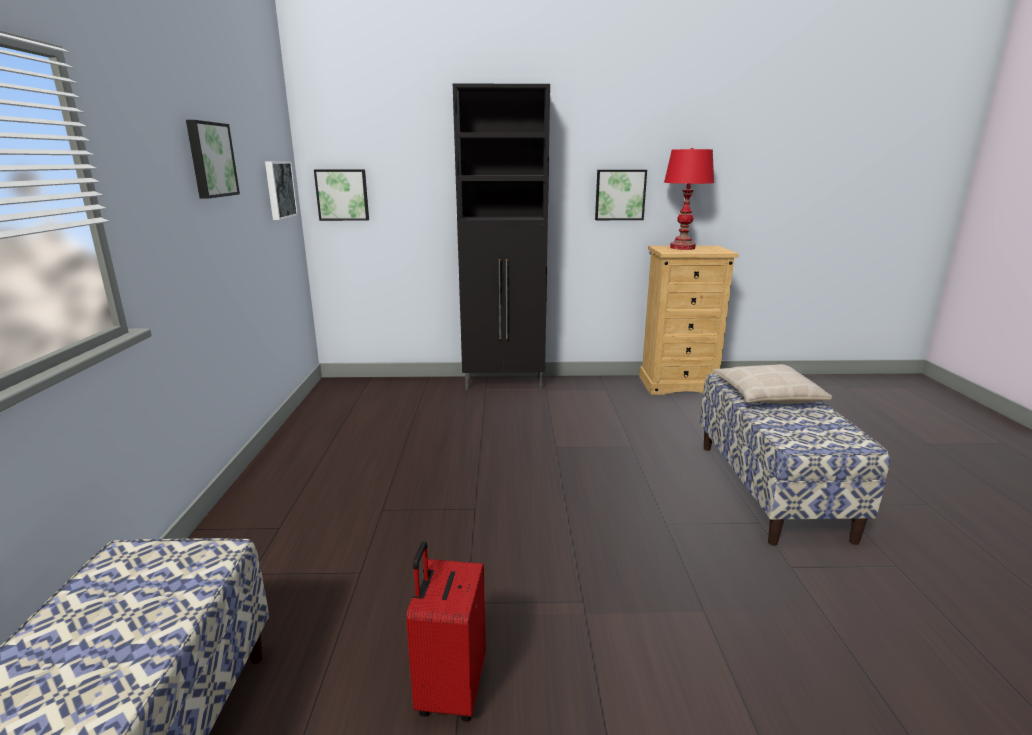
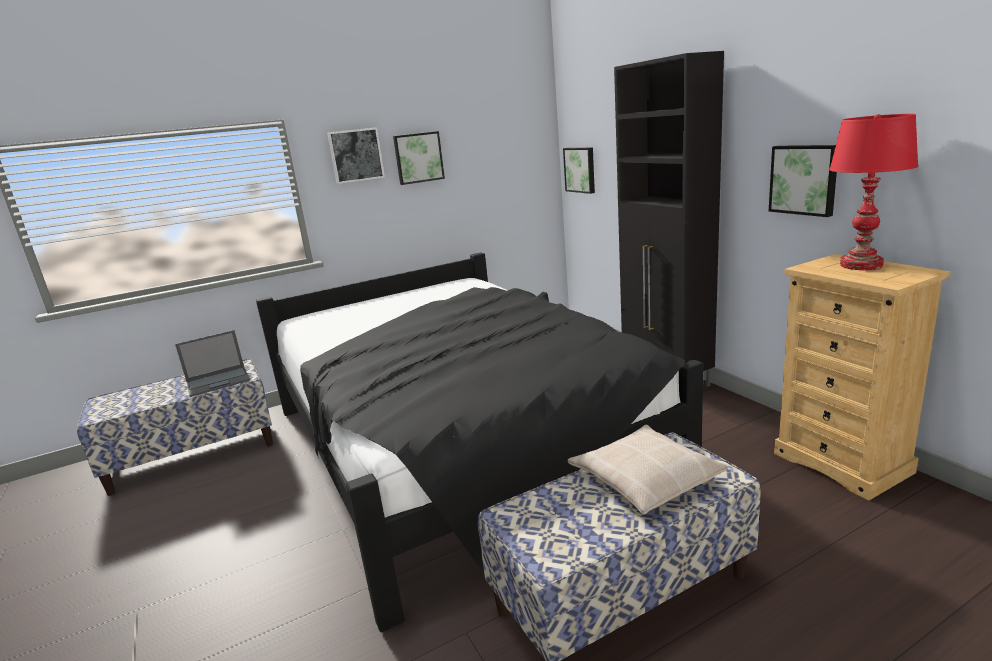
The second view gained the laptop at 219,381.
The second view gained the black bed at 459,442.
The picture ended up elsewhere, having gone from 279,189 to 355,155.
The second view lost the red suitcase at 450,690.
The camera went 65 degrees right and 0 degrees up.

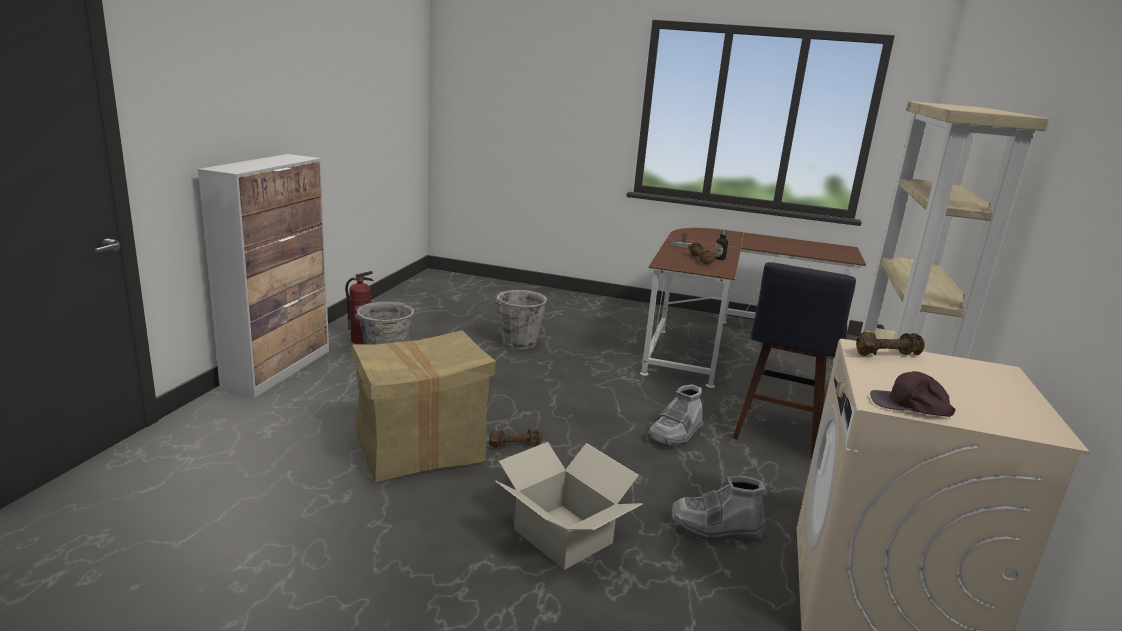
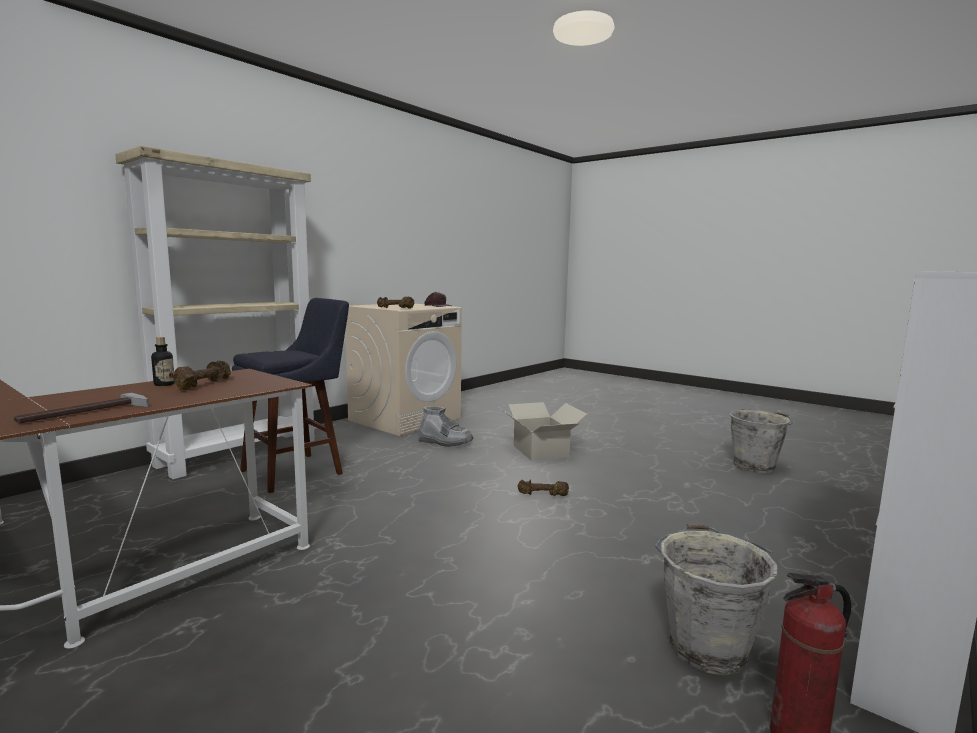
The grey bucket ended up elsewhere, having gone from 518,343 to 755,466.
The second view lost the cardboard box at 420,448.
The second view lost the grey boot at 675,435.
The camera went 155 degrees left and 10 degrees down.

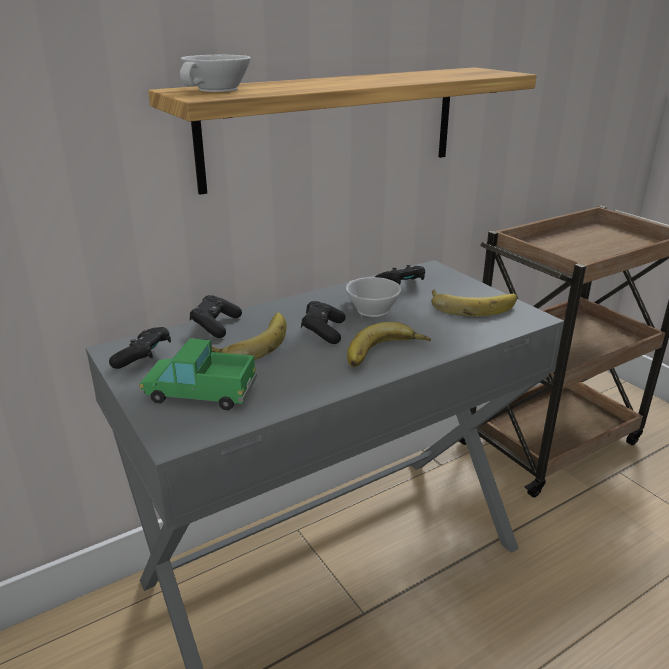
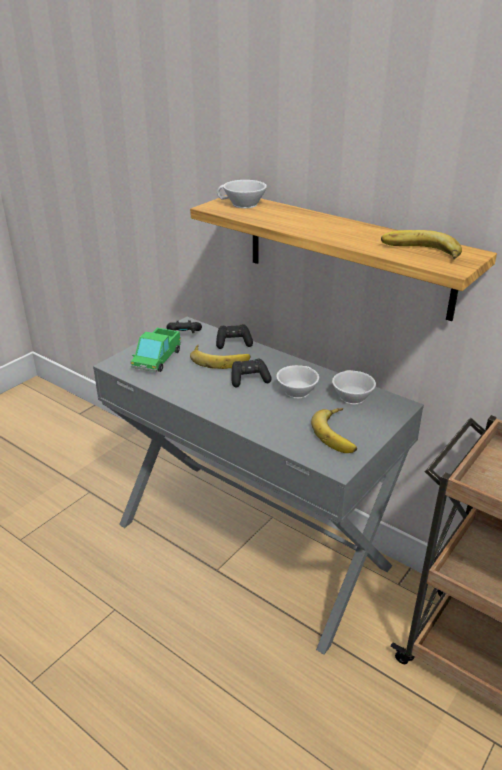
The toy truck at 200,392 ended up facing another way, 150 degrees counterclockwise from before.
Where the black game controller stood at 401,286, the white cup came to stand at 350,396.
The banana ended up elsewhere, having gone from 386,354 to 420,252.
The camera went 70 degrees right and 5 degrees up.

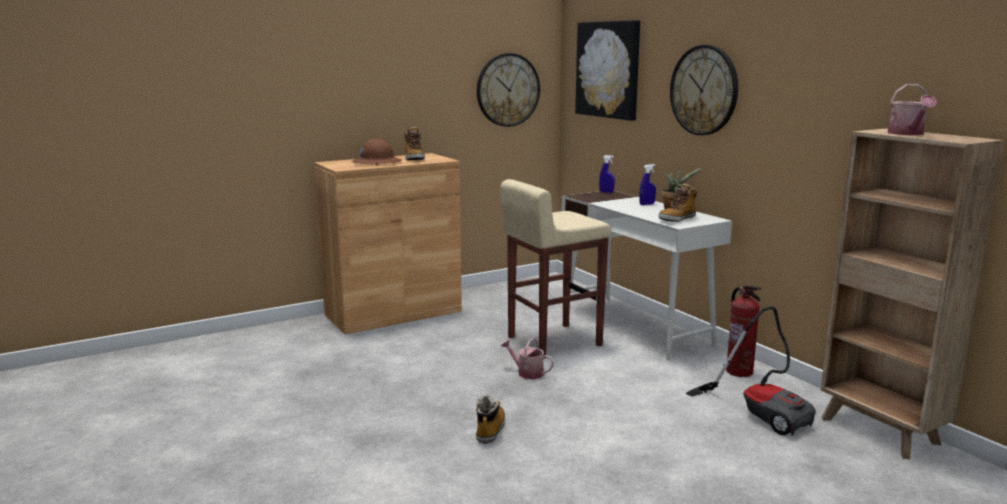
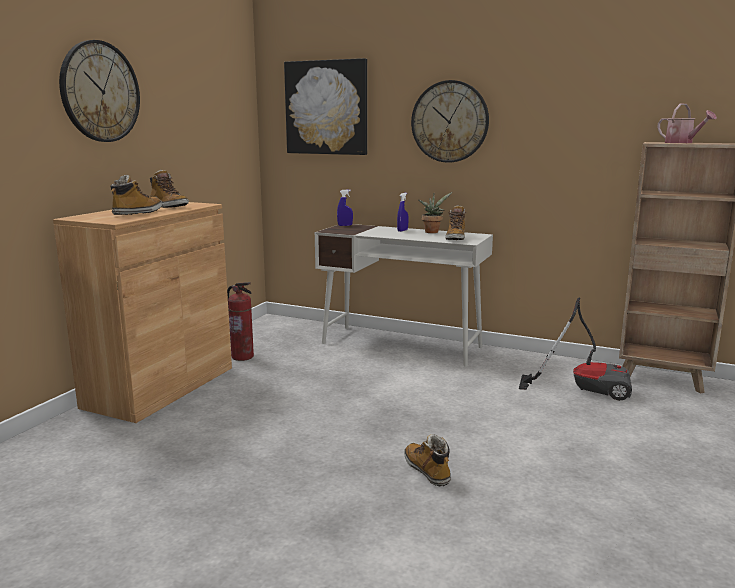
The wall clock ended up elsewhere, having gone from 508,90 to 100,92.
Where the brown hard hat stood at 377,162, the boot came to stand at 138,213.
The fire extinguisher ended up elsewhere, having gone from 740,371 to 243,356.
The second view lost the beige stool at 552,341.
The second view lost the watering can at 527,372.
The camera went 35 degrees left and 0 degrees up.

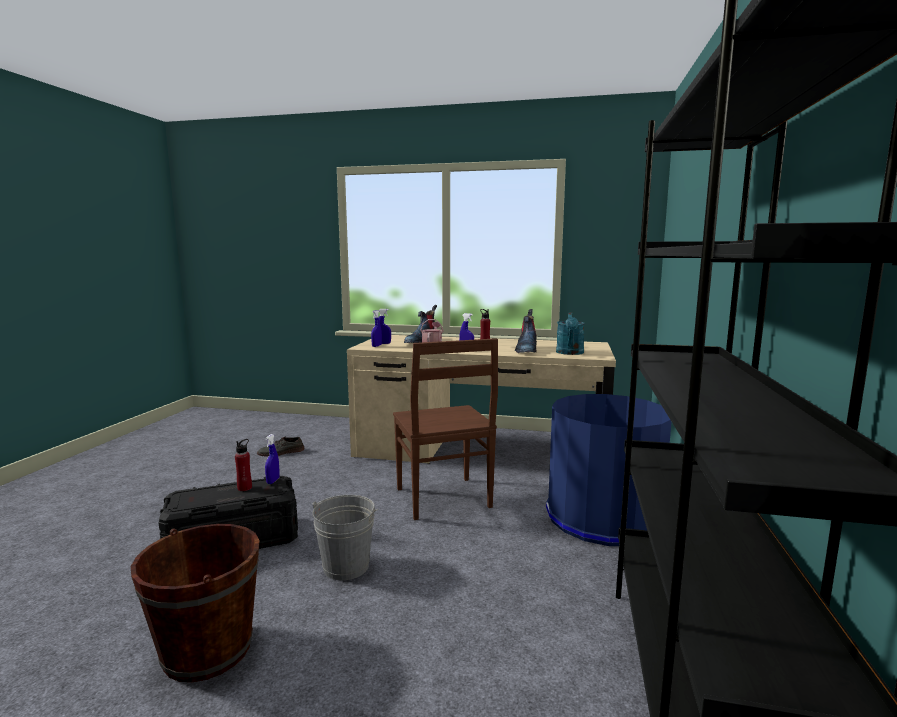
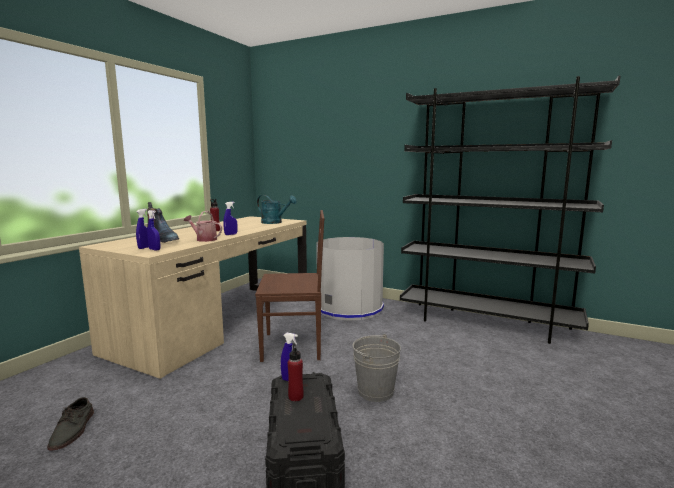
What was the blue trash can at 604,516 turned into the grey trash can at 349,308.
The second view lost the brown bucket at 207,650.
The second view lost the boot at 526,350.
The camera went 75 degrees left and 0 degrees up.

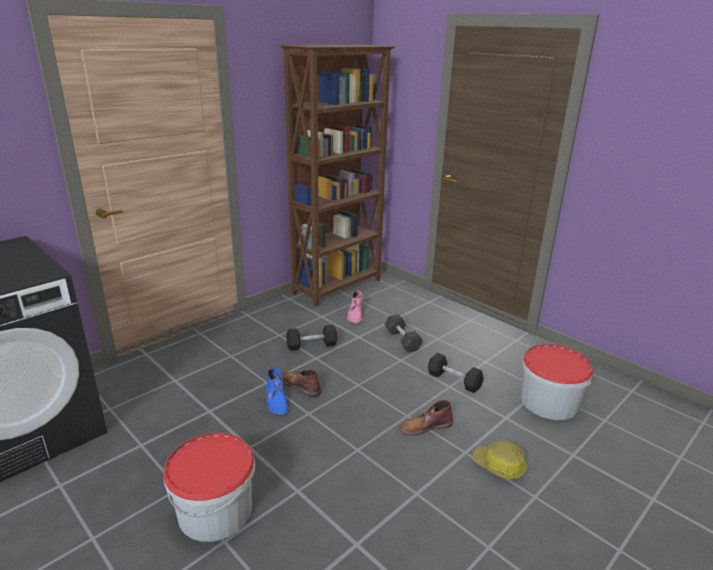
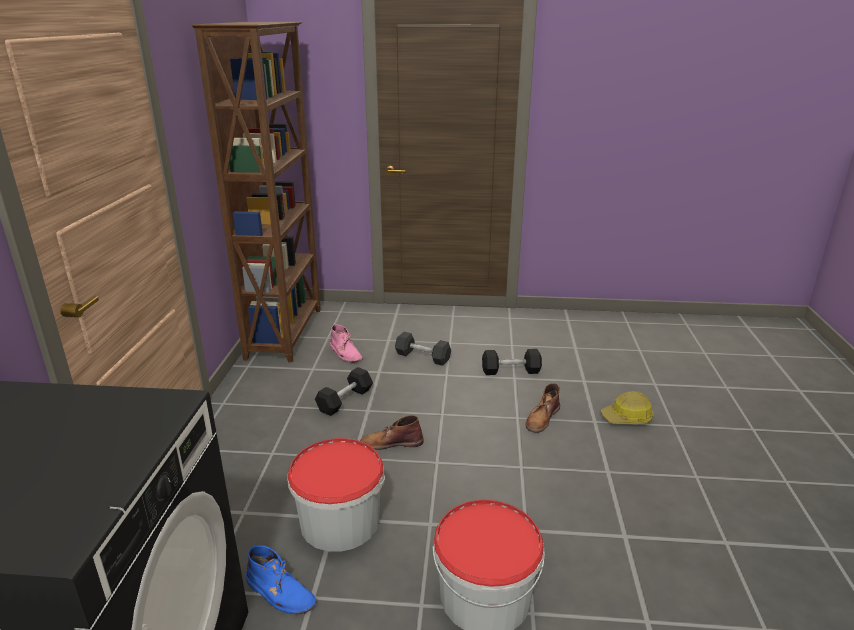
The blue boot ended up elsewhere, having gone from 276,401 to 280,592.
The bucket ended up elsewhere, having gone from 549,402 to 340,521.
The camera went 40 degrees left and 0 degrees up.

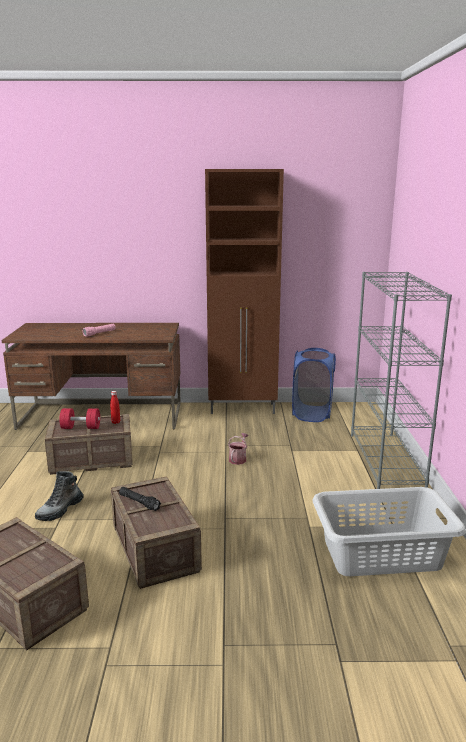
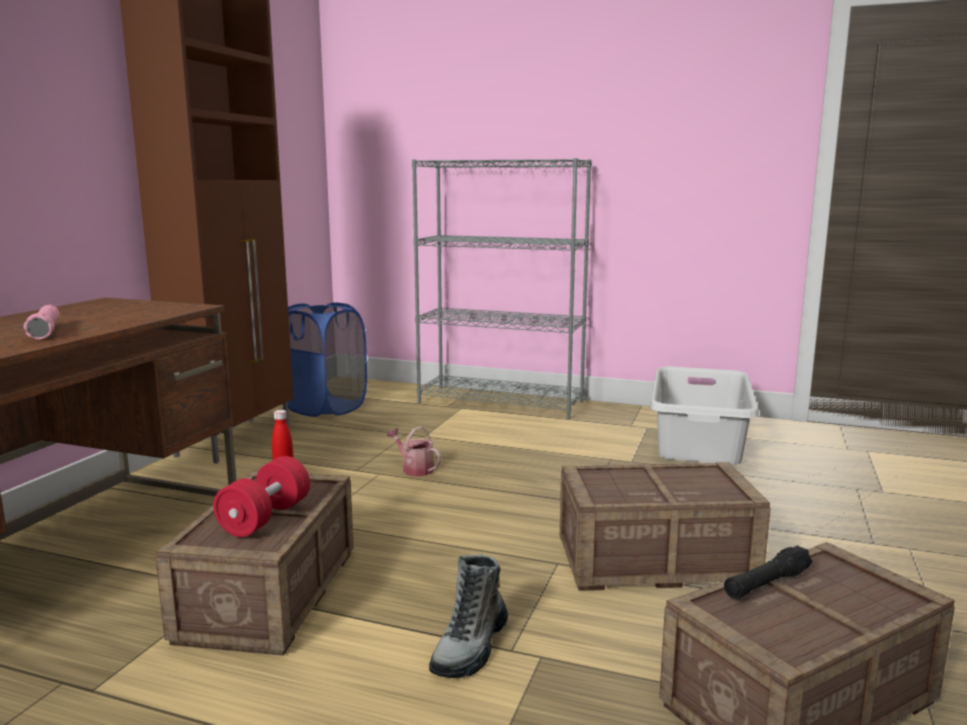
The boot at 60,510 ended up facing another way, 60 degrees clockwise from before.
The black flashlight ended up elsewhere, having gone from 139,502 to 766,584.
The camera went 70 degrees left and 5 degrees down.

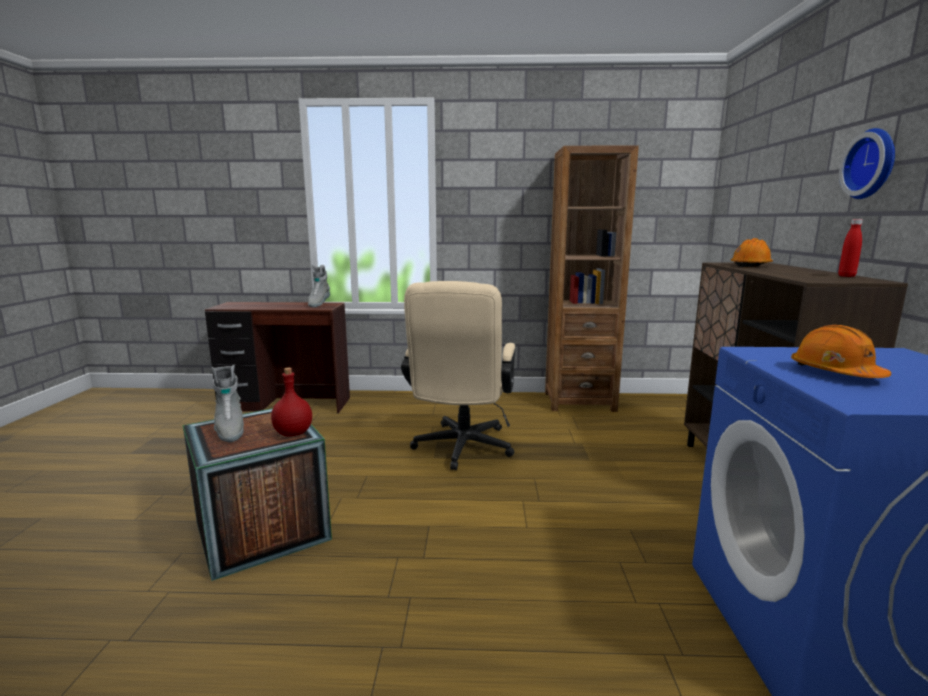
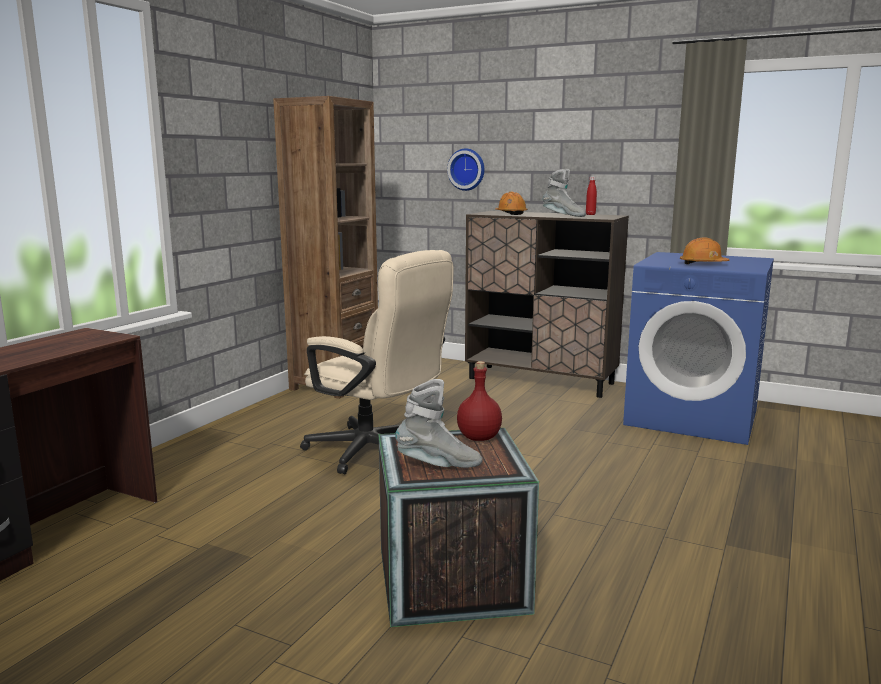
The wall clock ended up elsewhere, having gone from 872,164 to 467,169.
The grey boot ended up elsewhere, having gone from 318,304 to 563,216.
The camera went 65 degrees left and 0 degrees up.

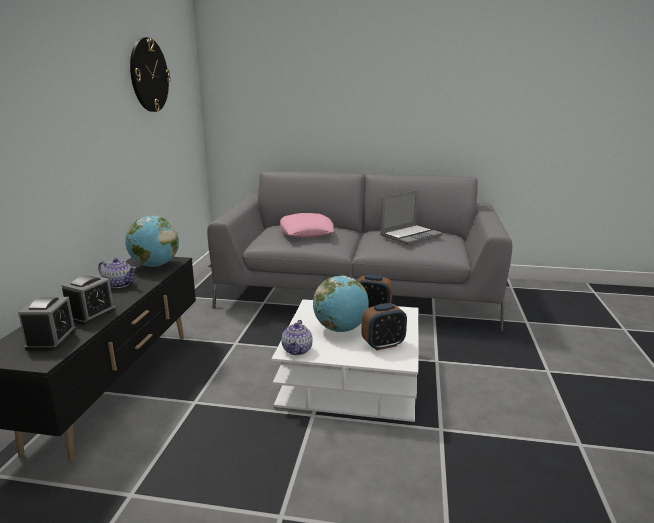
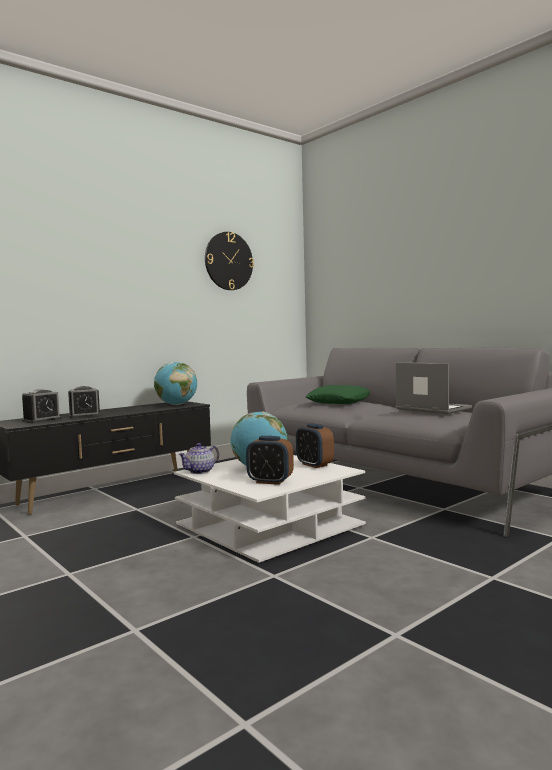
What was the pink pillow at 306,231 turned into the green pillow at 338,402.
The laptop at 411,235 ended up facing another way, 135 degrees counterclockwise from before.
The second view lost the teapot at 119,284.
The camera went 40 degrees right and 15 degrees down.

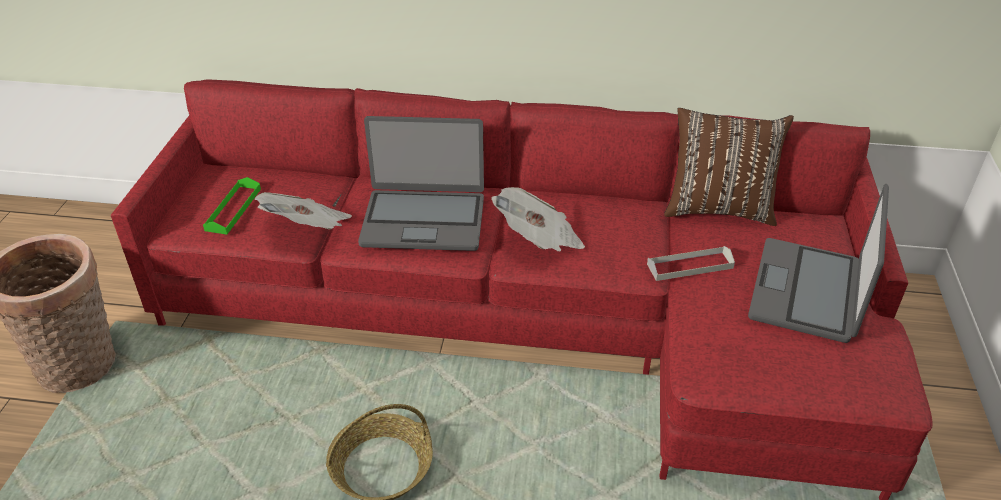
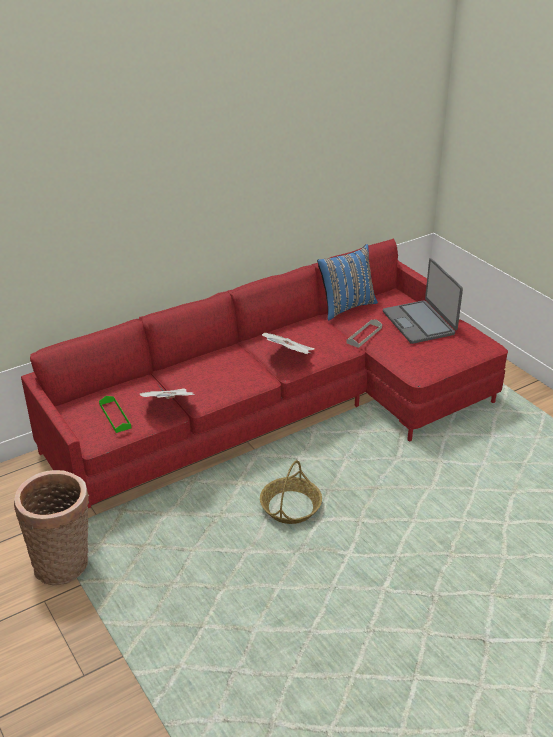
What was the brown pillow at 718,208 turned into the blue pillow at 346,306.
The second view lost the laptop at 423,220.
The camera went 40 degrees left and 5 degrees down.

